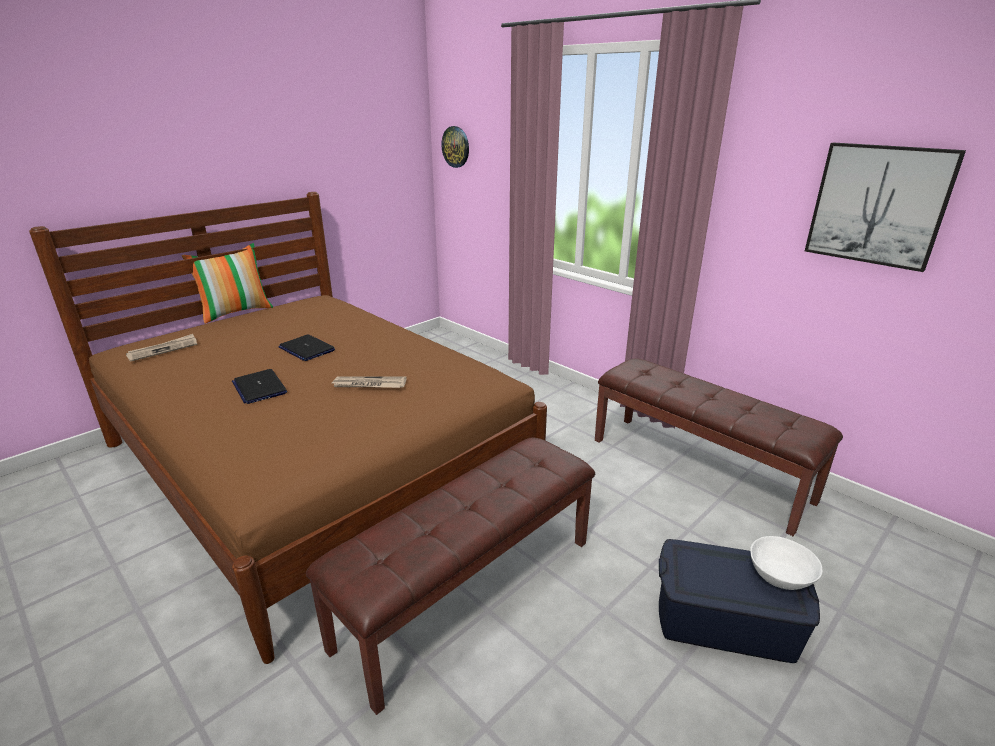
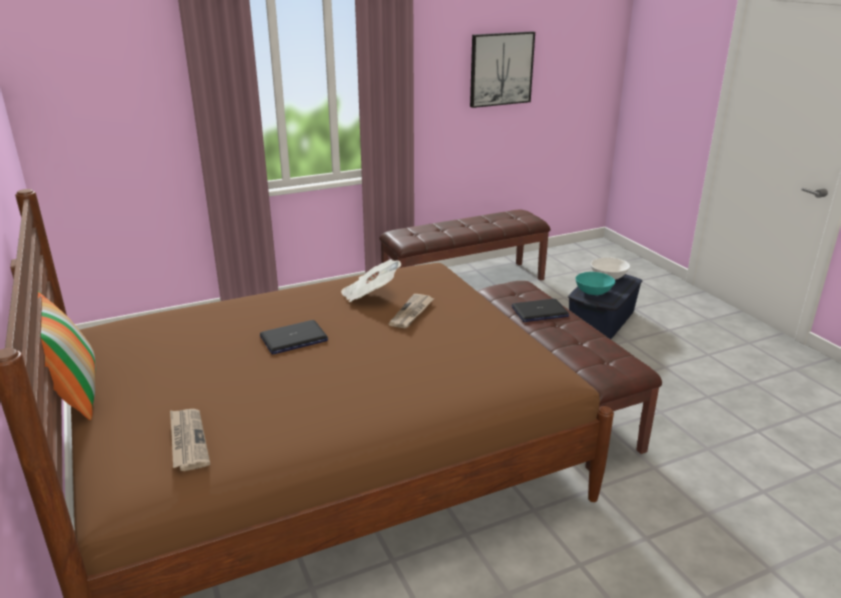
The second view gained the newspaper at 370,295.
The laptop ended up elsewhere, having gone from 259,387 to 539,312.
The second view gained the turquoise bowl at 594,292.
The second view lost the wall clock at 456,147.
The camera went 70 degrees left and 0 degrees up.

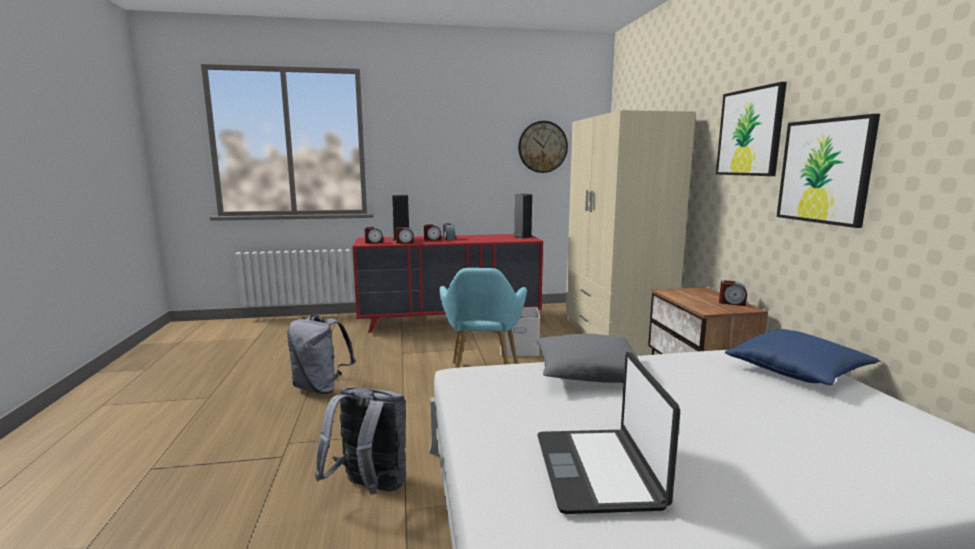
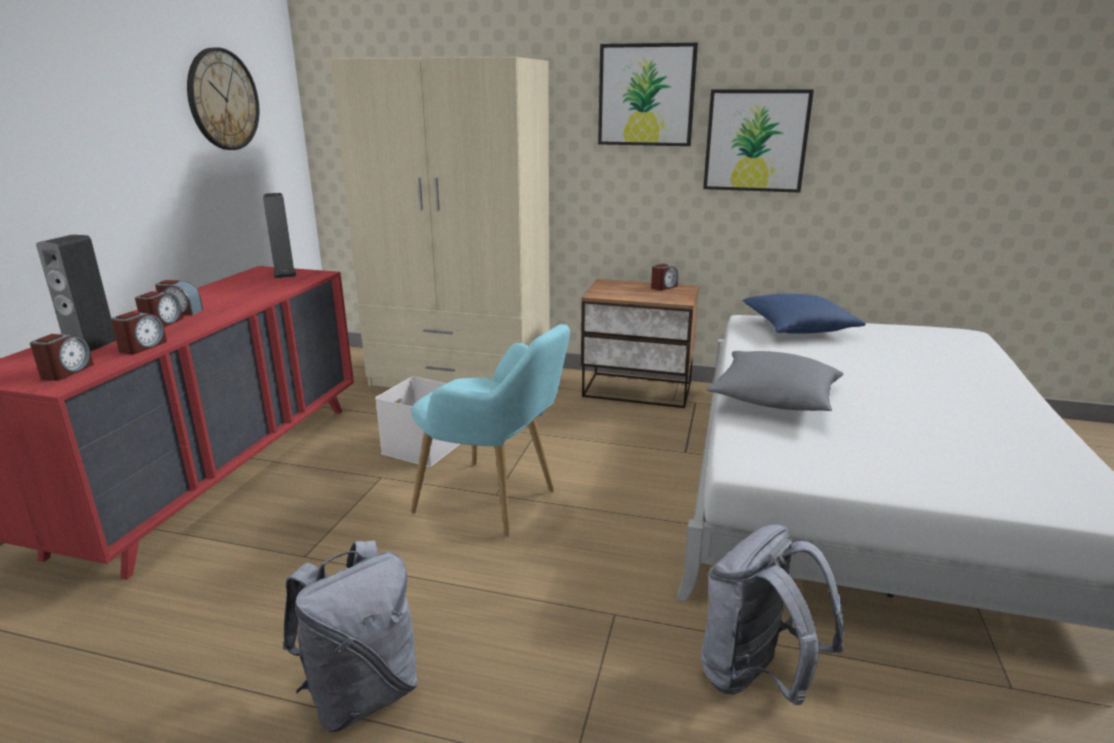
The second view lost the laptop at 599,470.
The camera went 65 degrees left and 10 degrees up.

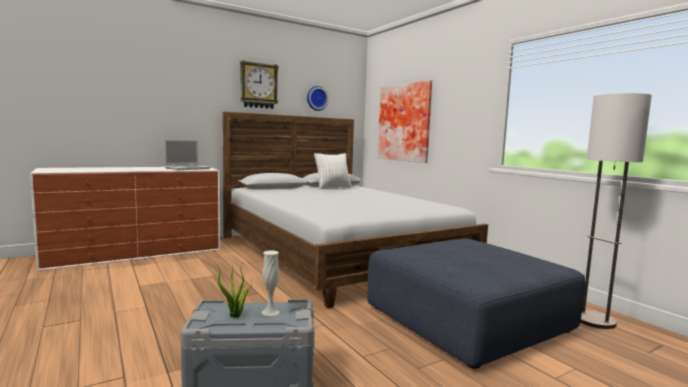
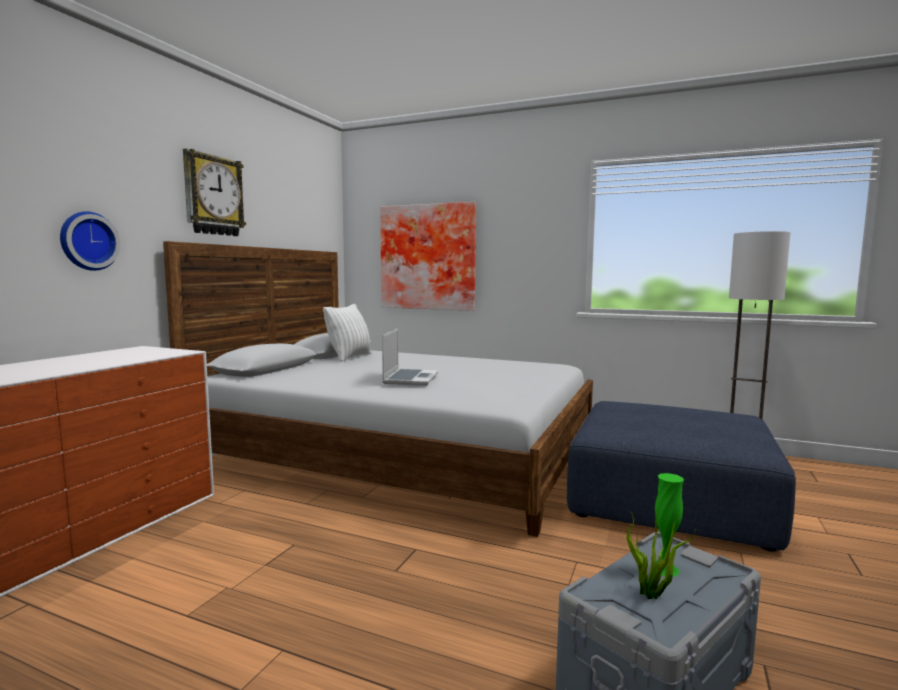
The wall clock ended up elsewhere, having gone from 316,98 to 87,241.
The laptop ended up elsewhere, having gone from 188,168 to 410,379.
What was the white vase at 270,312 turned into the green vase at 664,569.
The camera went 35 degrees left and 0 degrees up.

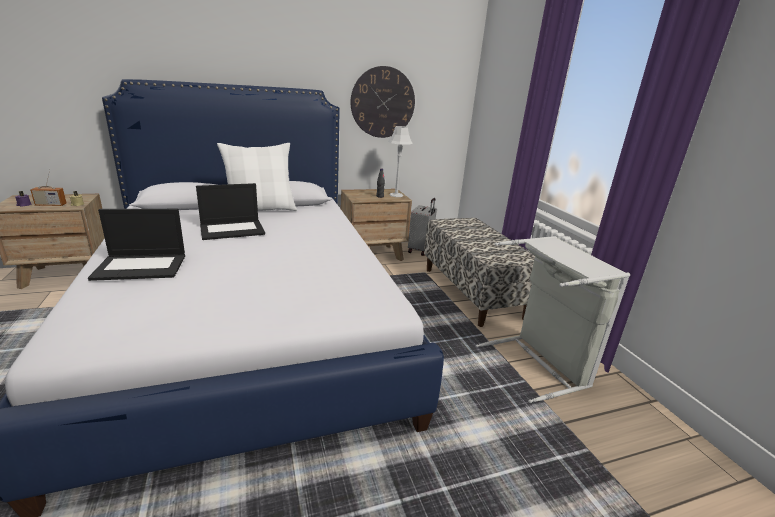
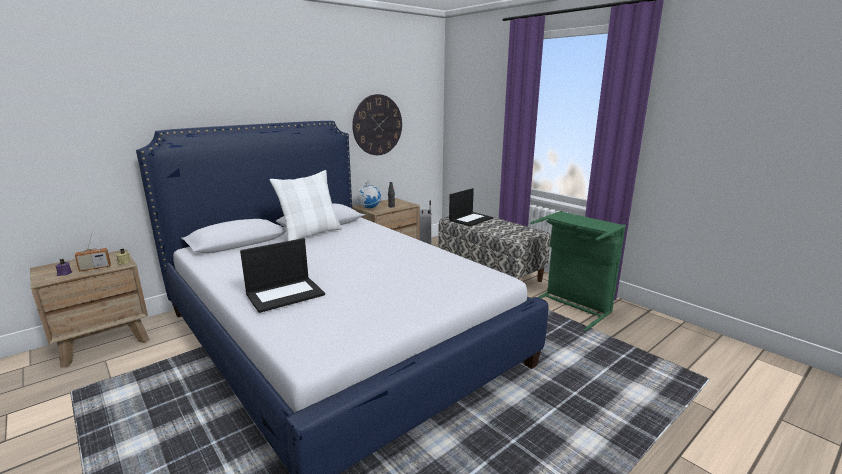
The second view gained the globe at 369,208.
The laptop ended up elsewhere, having gone from 233,229 to 470,219.
What was the grey laundry basket at 539,364 turned into the green laundry basket at 571,307.
The second view lost the grey table lamp at 396,195.
The camera went 20 degrees left and 5 degrees down.

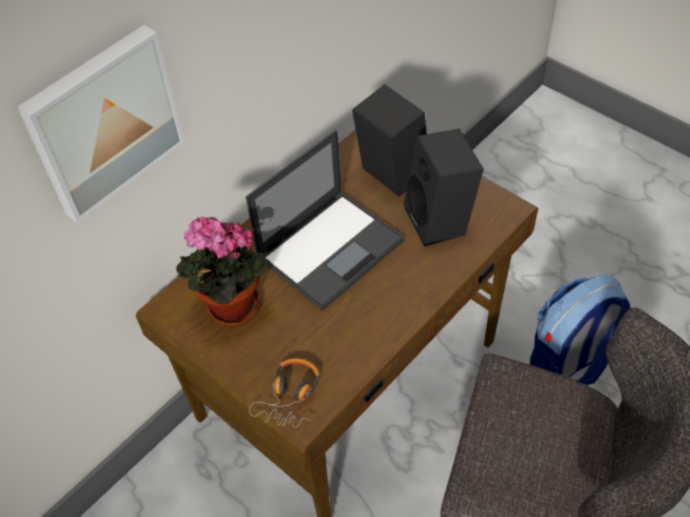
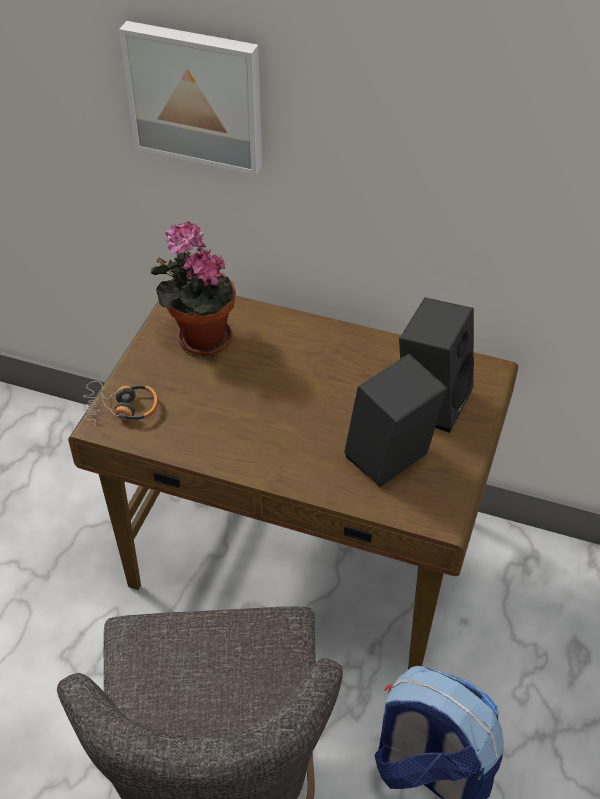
The second view lost the laptop at 331,248.
The camera went 65 degrees right and 5 degrees down.

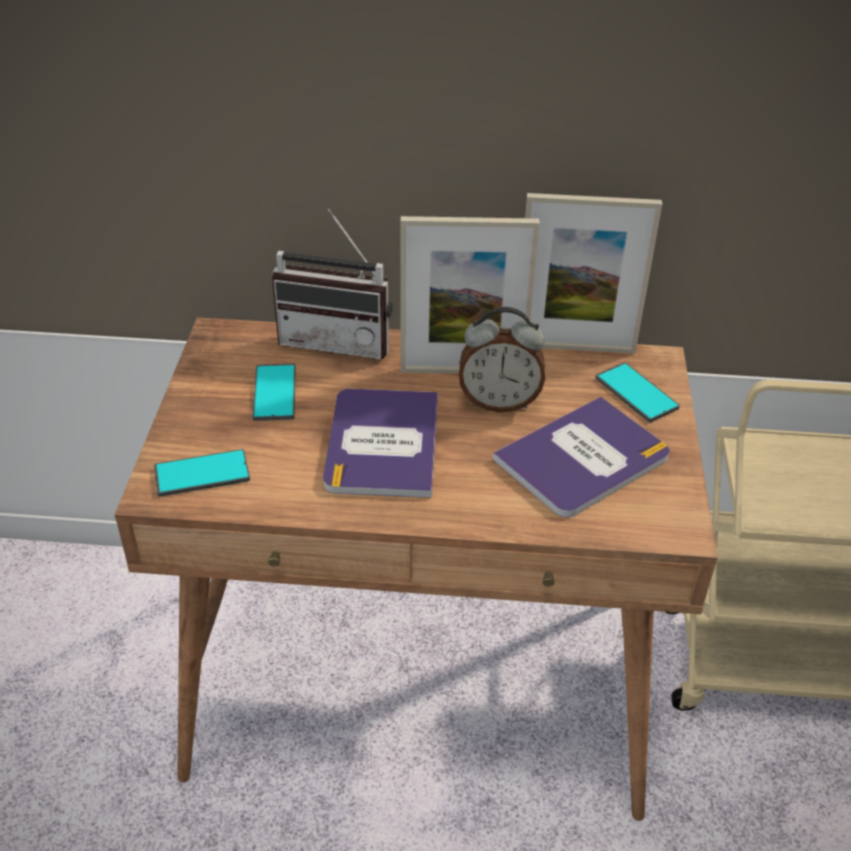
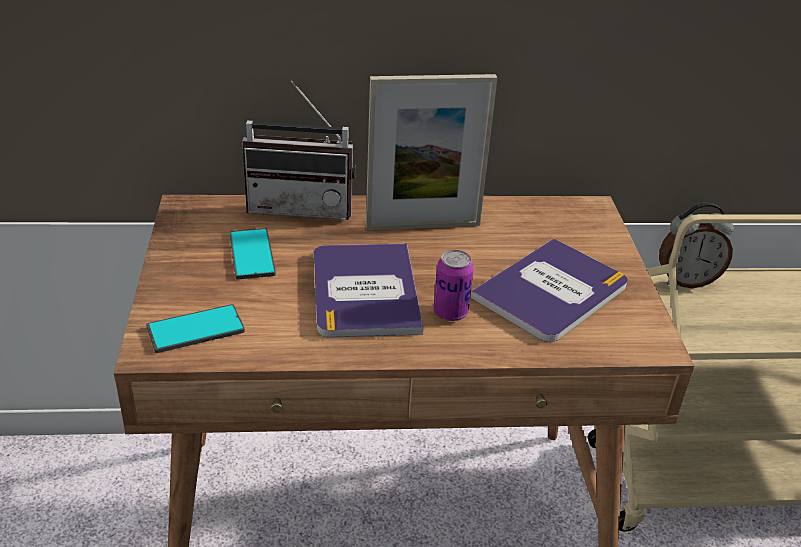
The second view gained the can at 450,312.
The alarm clock ended up elsewhere, having gone from 499,402 to 686,280.
The second view lost the picture frame at 574,347.
The second view lost the phone at 636,393.
The camera went 10 degrees left and 5 degrees down.

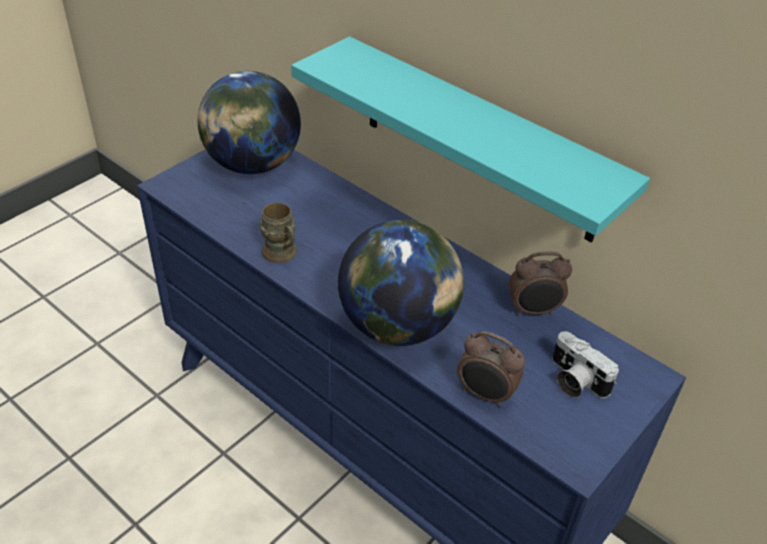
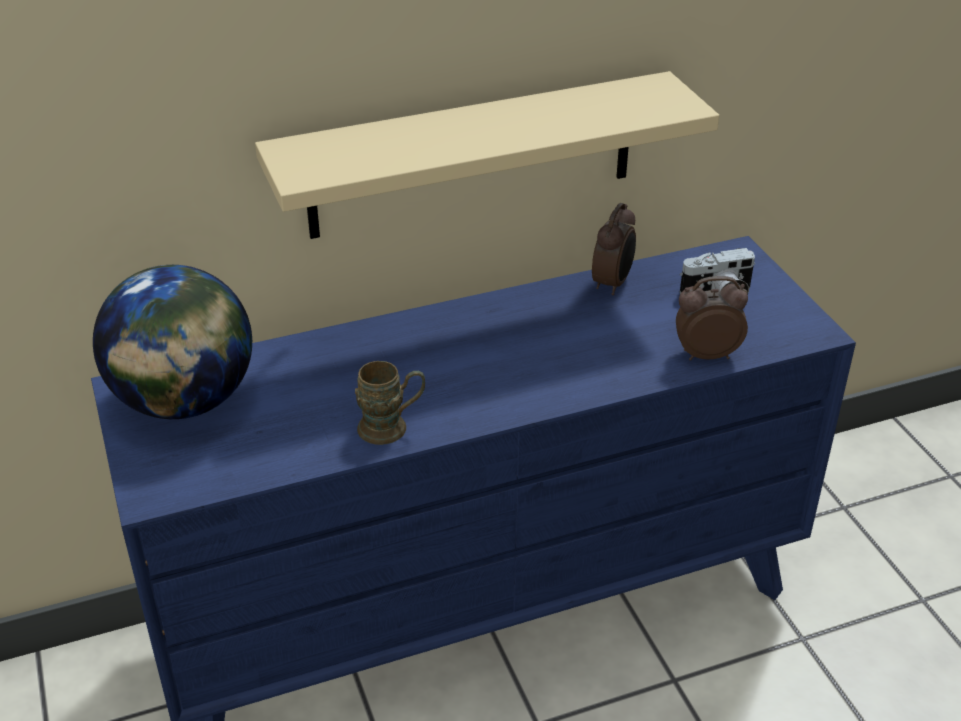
What was the turquoise shelf at 479,140 turned into the beige shelf at 472,156.
The alarm clock at 485,395 ended up facing another way, 150 degrees counterclockwise from before.
The second view lost the globe at 398,325.
The camera went 60 degrees left and 5 degrees down.

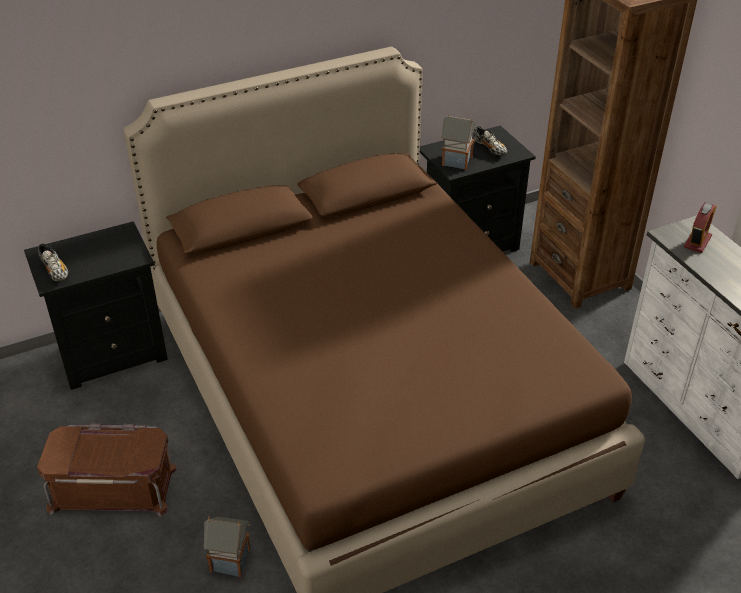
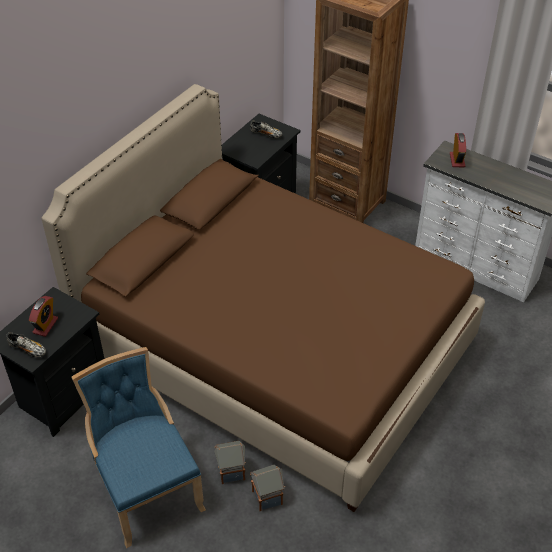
The second view gained the alarm clock at 45,325.
Where the brown storage box stood at 113,486, the blue chair came to stand at 146,489.
The toy house ended up elsewhere, having gone from 456,161 to 230,472.
The camera went 30 degrees left and 5 degrees up.

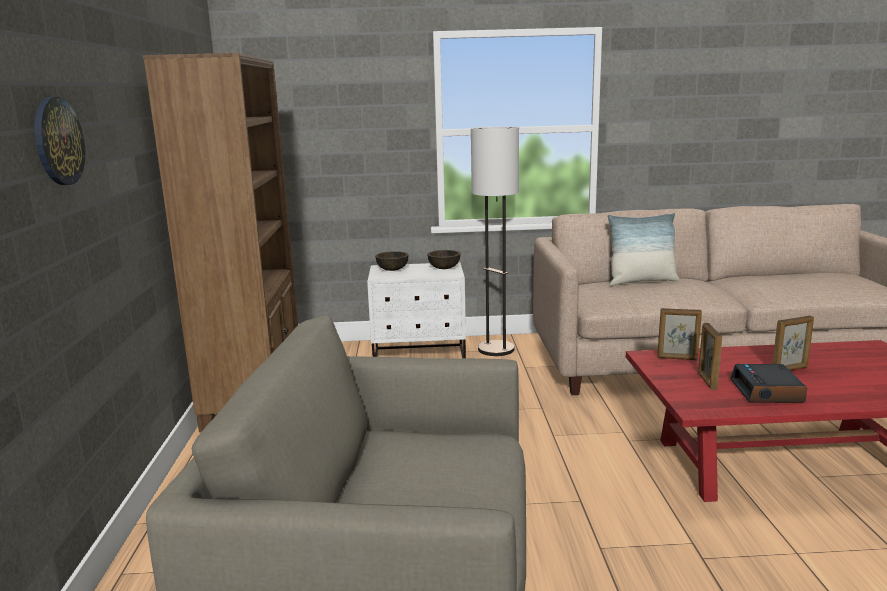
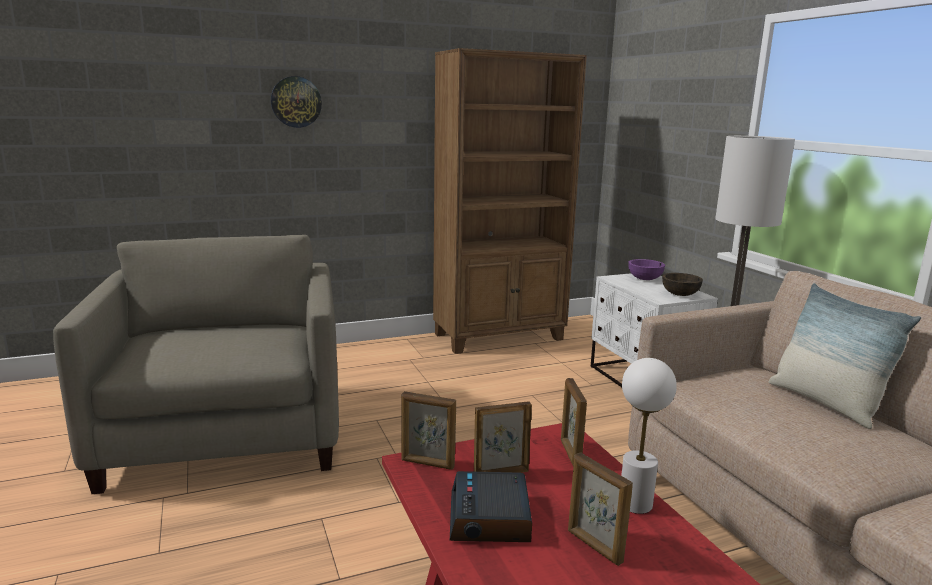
The second view gained the picture frame at 427,464.
The alarm clock at 767,392 ended up facing another way, 75 degrees counterclockwise from before.
The second view gained the white table lamp at 636,504.
What was the brown bowl at 392,269 turned into the purple bowl at 645,279.
The camera went 70 degrees right and 0 degrees up.

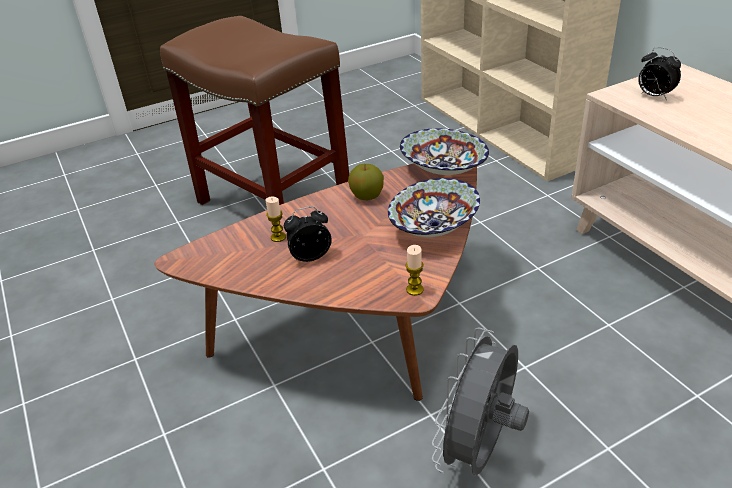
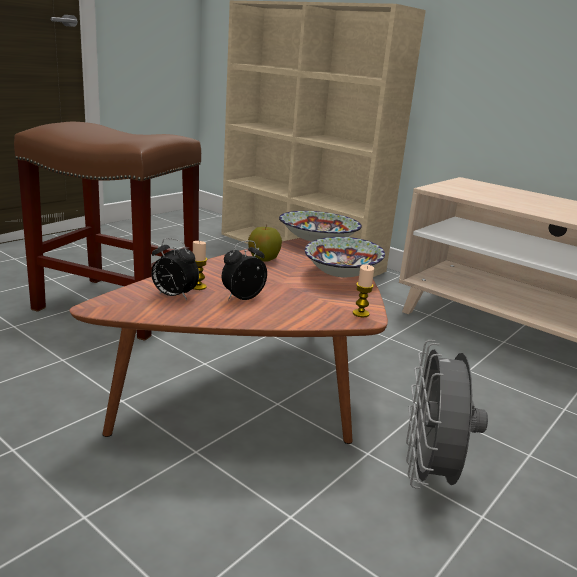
The alarm clock ended up elsewhere, having gone from 653,96 to 173,296.
The camera went 25 degrees left and 15 degrees down.

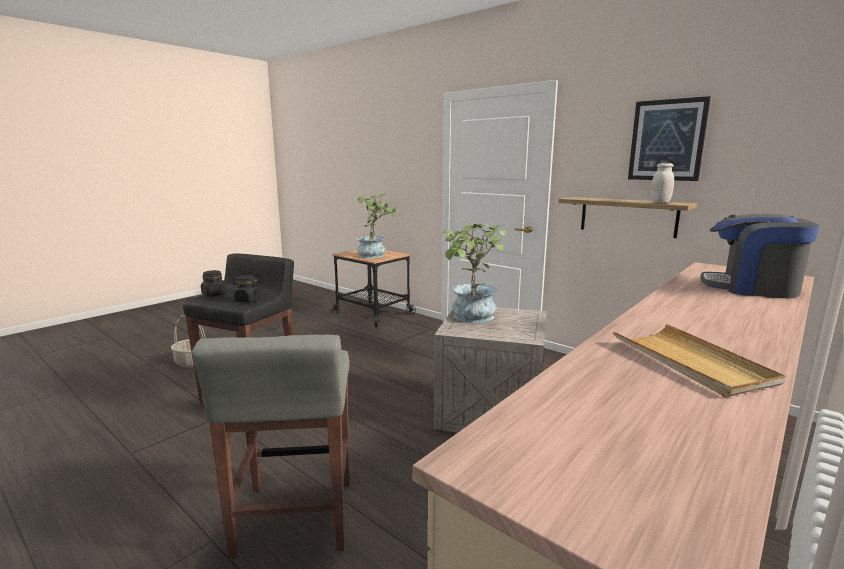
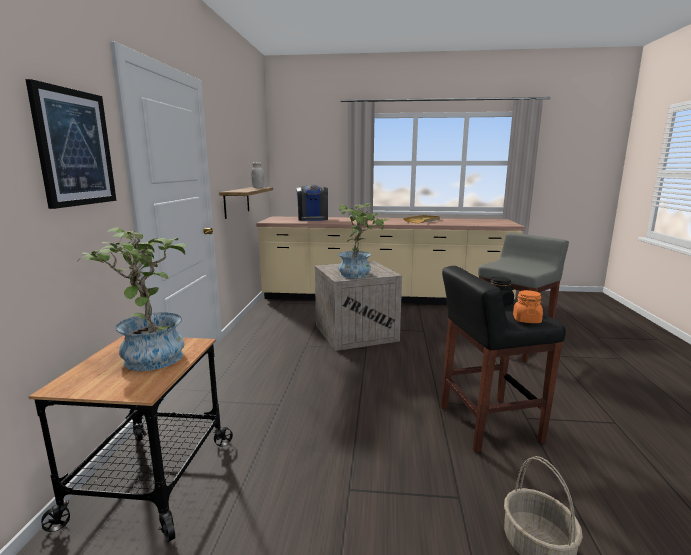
The picture ended up elsewhere, having gone from 667,140 to 74,148.
What was the black jar at 214,294 turned into the orange jar at 526,320.
The camera went 125 degrees left and 0 degrees up.

